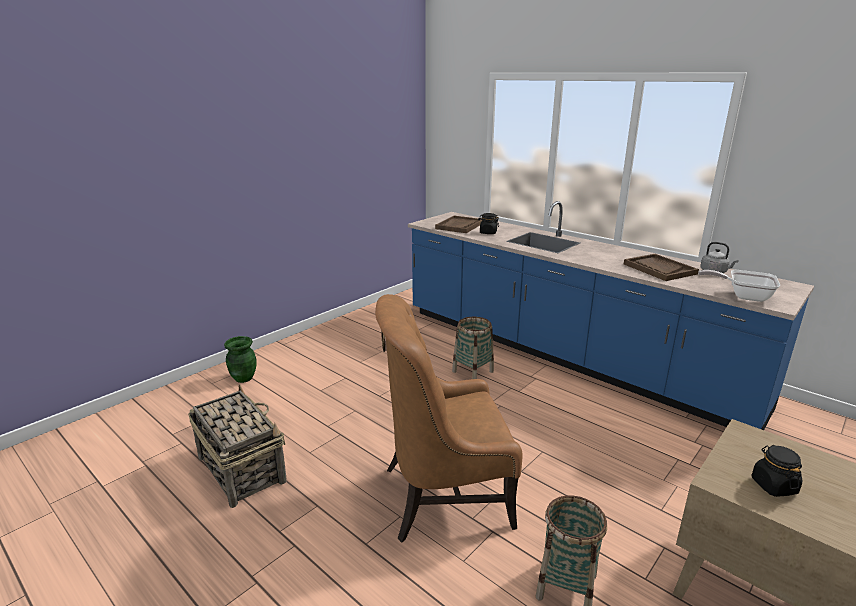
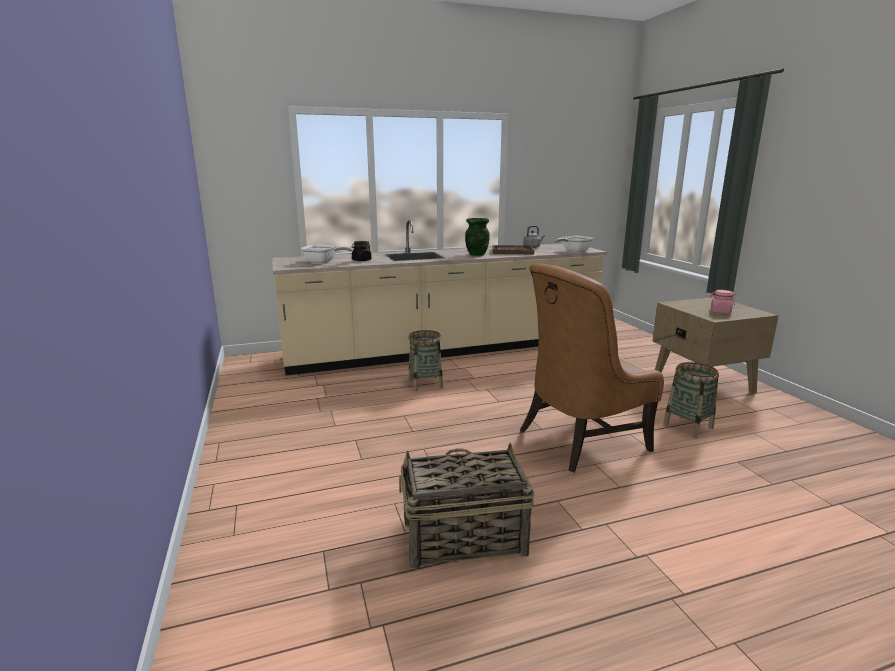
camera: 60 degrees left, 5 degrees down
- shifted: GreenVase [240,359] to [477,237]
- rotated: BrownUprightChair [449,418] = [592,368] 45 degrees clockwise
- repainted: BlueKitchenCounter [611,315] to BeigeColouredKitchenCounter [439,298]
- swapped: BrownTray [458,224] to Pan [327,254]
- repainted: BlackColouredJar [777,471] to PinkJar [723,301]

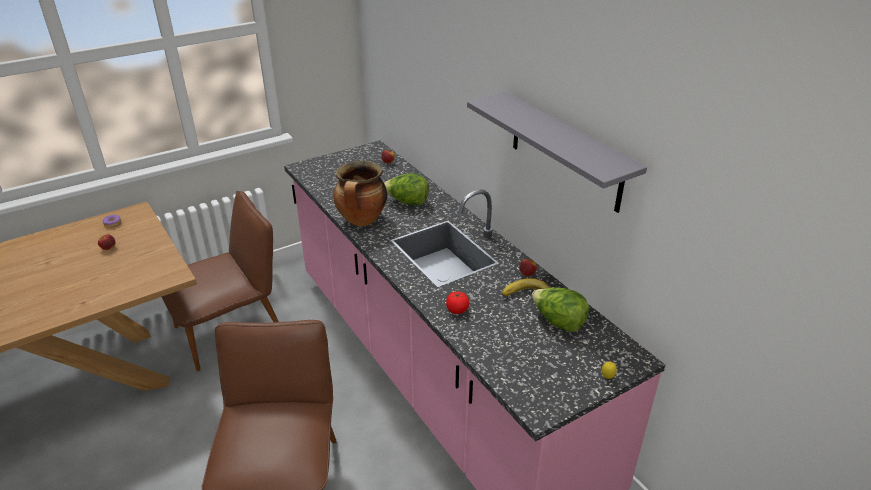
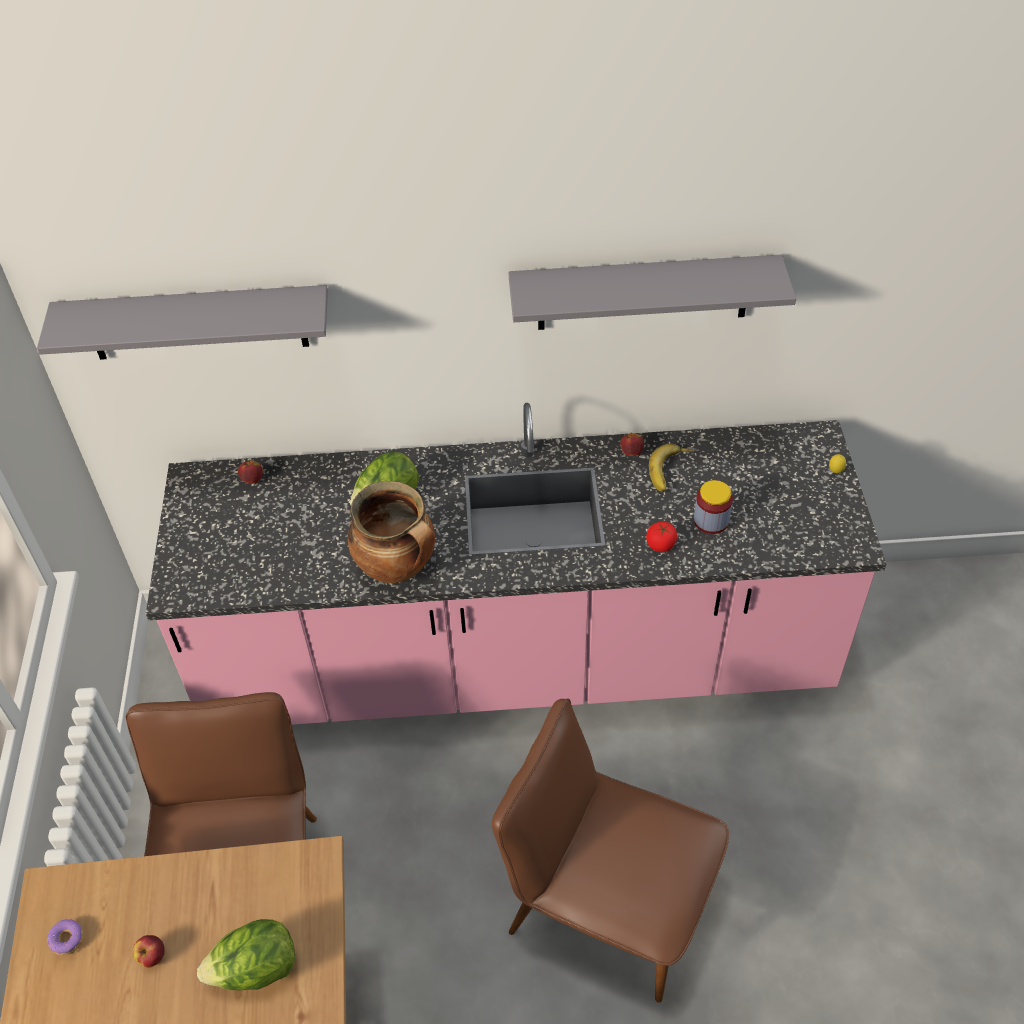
camera: 60 degrees left, 15 degrees up
- shifted: HeadOfLettuce [560,309] to [246,954]
- new: GreyishShelf [182,322]
- new: Jar [713,507]

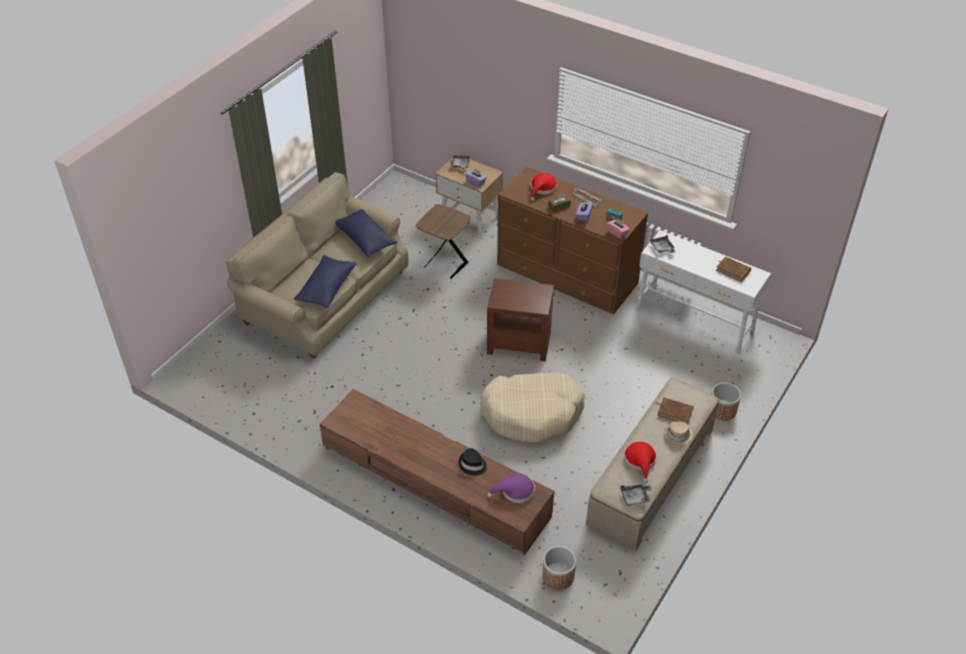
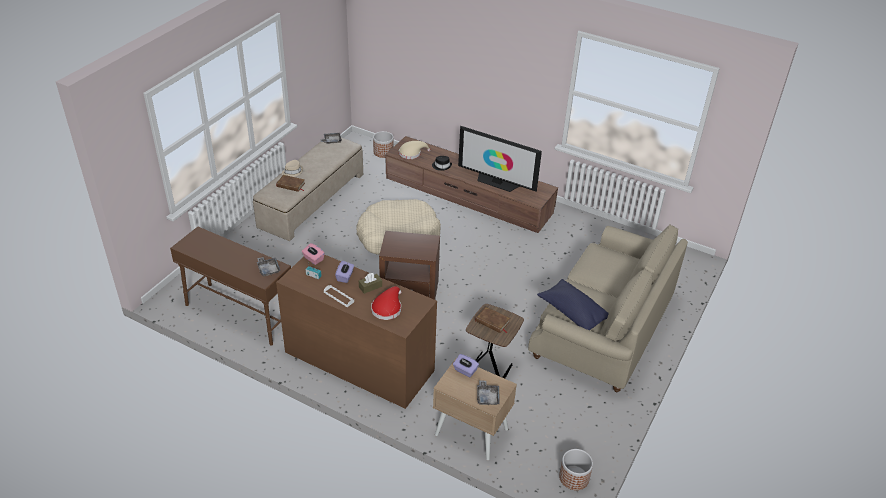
camera: 175 degrees right, 5 degrees down
- gone: BluePillow [325,282]
- repainted: PurpleHat [511,488] to BeigeColouredHat [414,150]
- gone: ReddishHat [640,462]
- repainted: WhitishHallTable [703,292] to BrownHallTable [230,286]
- shifted: PlantPot [726,402] to [576,469]
- shifted: BrownVolume [733,269] to [492,320]
- new: TvSet [500,159]

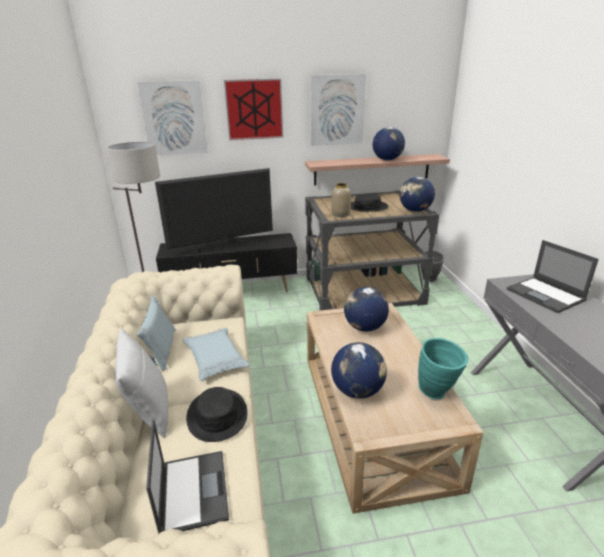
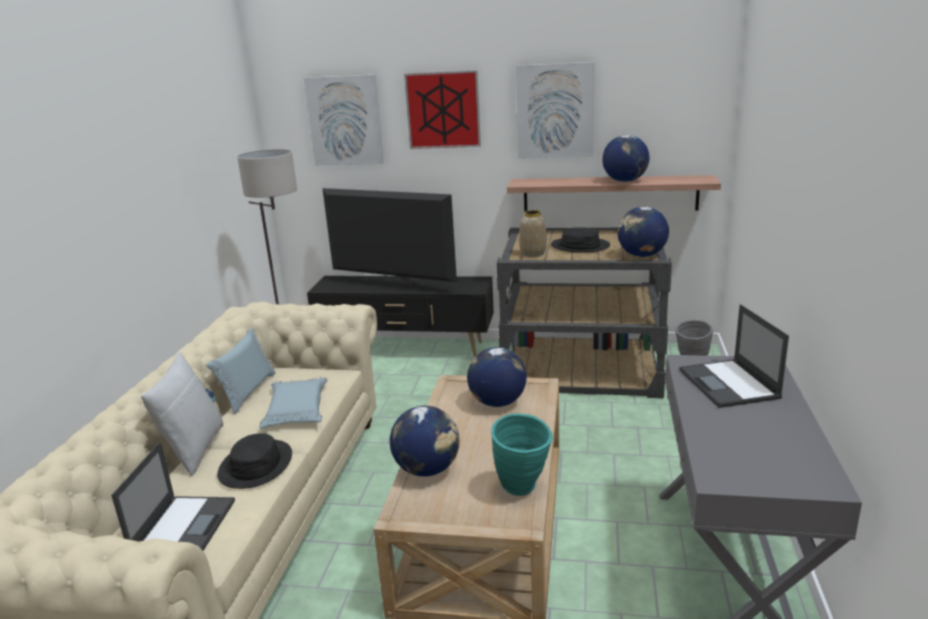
camera: 20 degrees right, 5 degrees down
- rotated: TvSet [214,210] = [389,239] 150 degrees counterclockwise

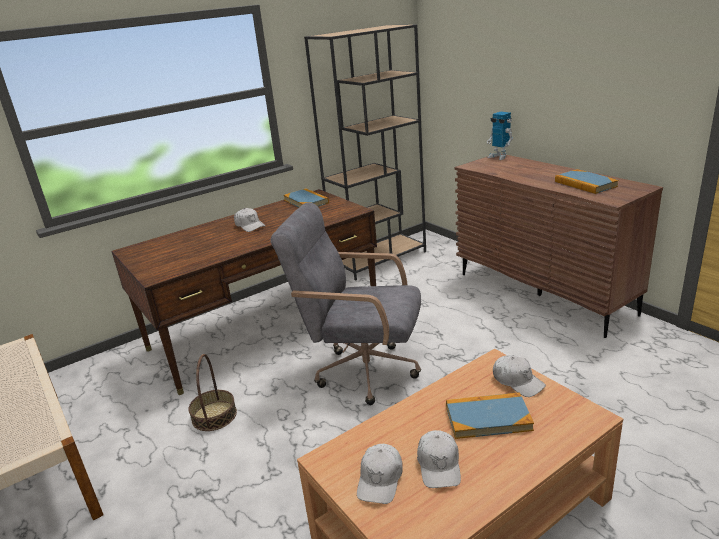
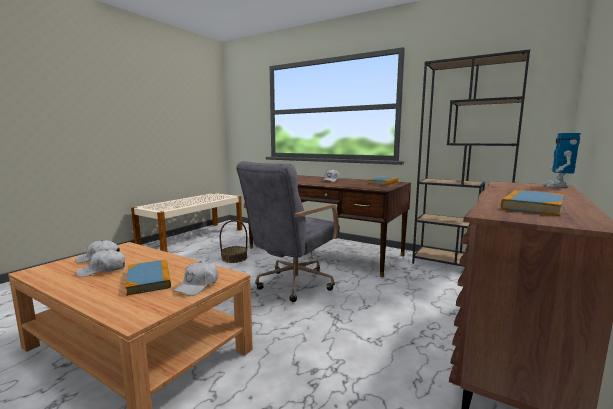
camera: 65 degrees right, 15 degrees down
- rotated: GreyishOfficeChair [345,303] = [288,231] 135 degrees counterclockwise

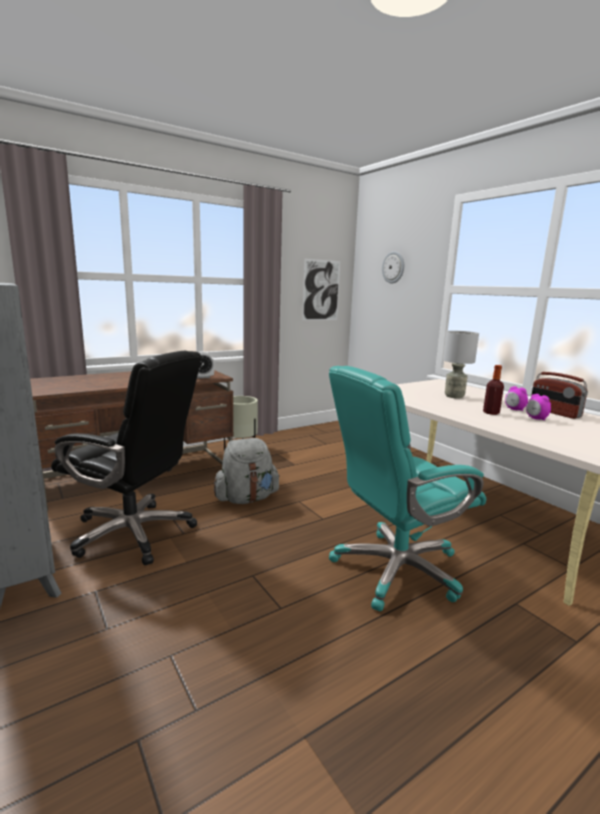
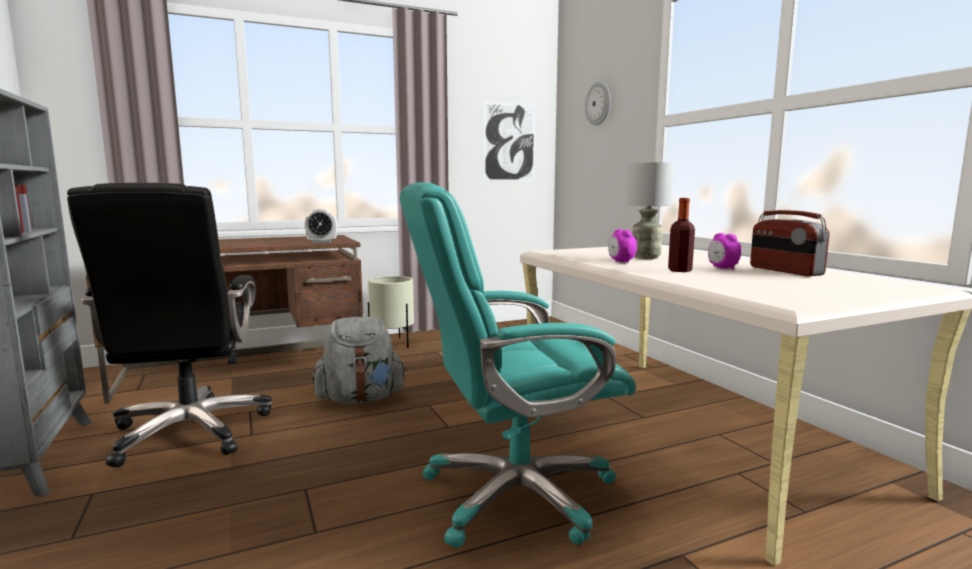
camera: 10 degrees right, 5 degrees down
- rotated: BlackColouredOfficeChair [126,458] = [169,325] 45 degrees clockwise
- shifted: TableClock [538,407] to [622,246]

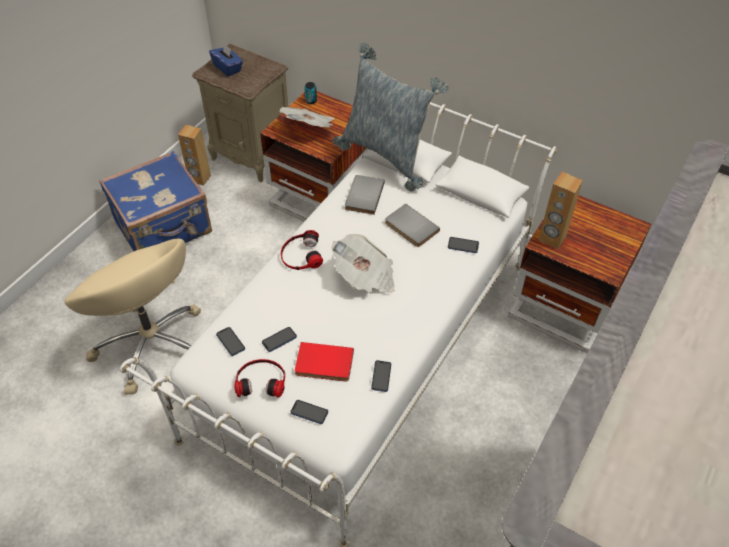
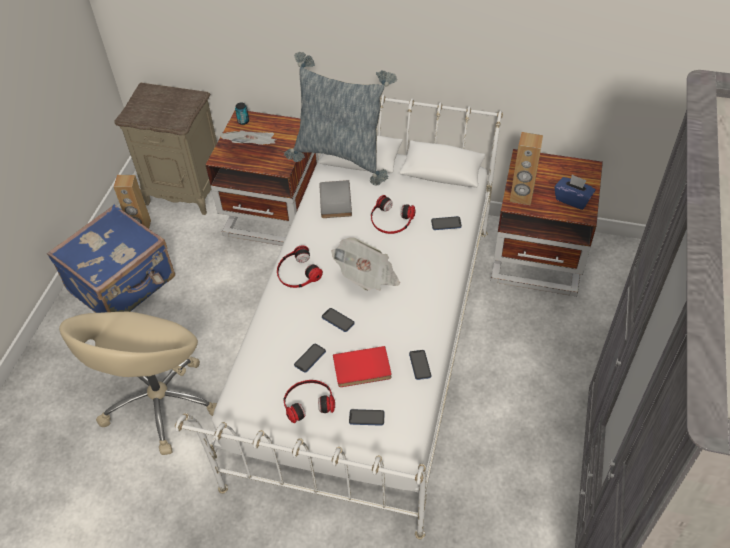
camera: 15 degrees left, 0 degrees up
- rotated: BeigeColouredOfficeChair [132,317] = [138,383] 75 degrees clockwise
- shifted: BlueTissueHolder [226,60] to [575,192]
- shifted: Phone [230,341] to [338,320]
- swapped: GreyishVolume [412,225] to Headphones [393,214]

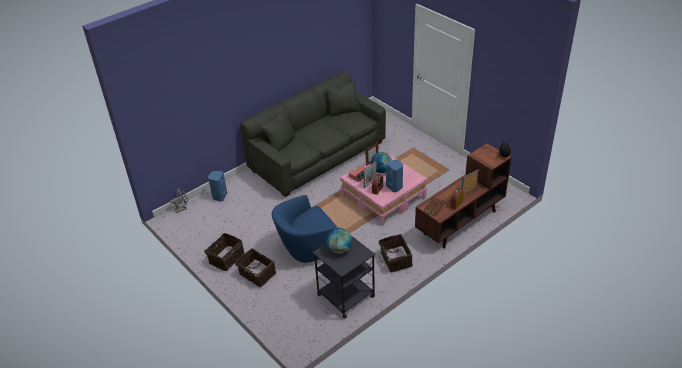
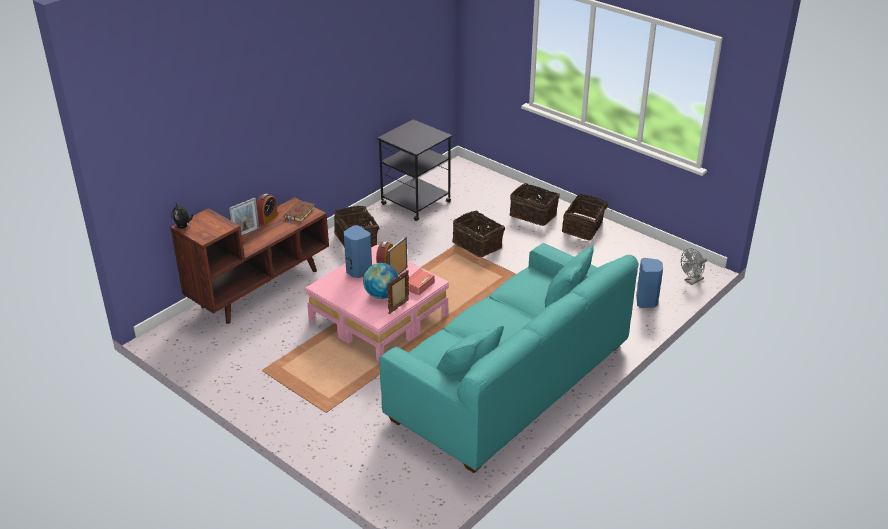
camera: 170 degrees right, 5 degrees down
- repainted: GreyishCouch [313,134] to BlueGreenCouch [509,358]
- swapped: BlueArmchair [305,229] to StorageBasket [478,234]
- gone: Globe [339,241]

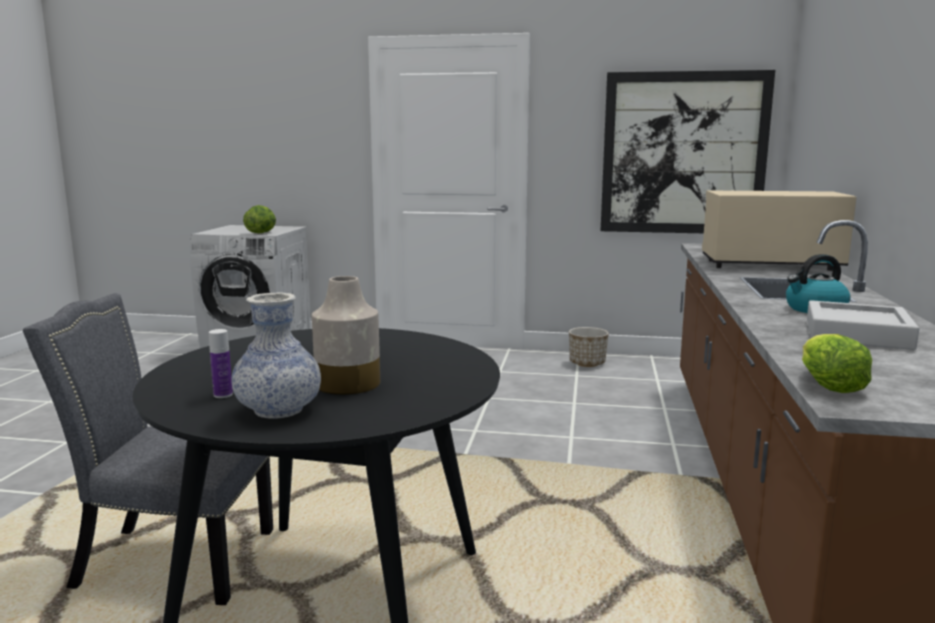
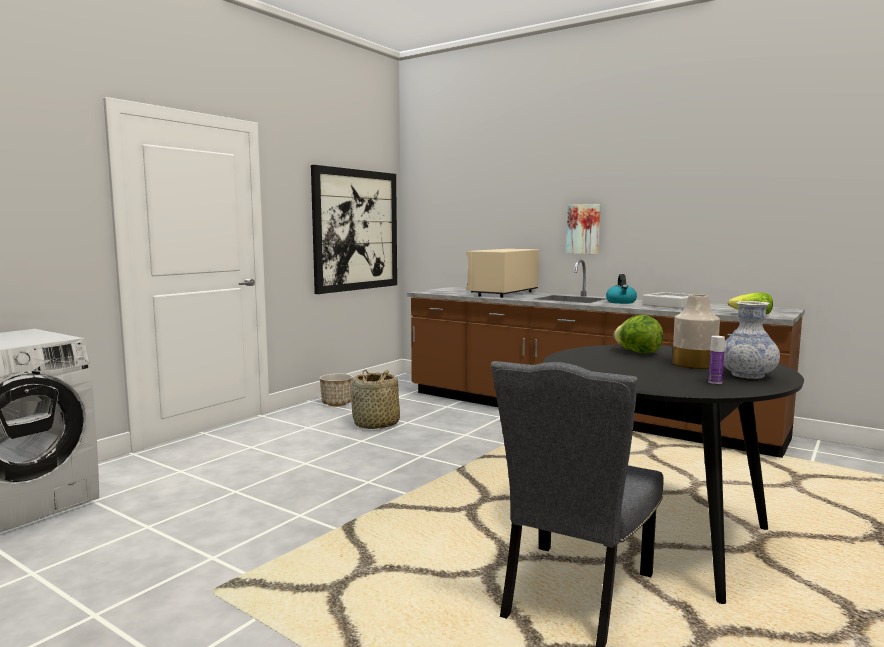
camera: 65 degrees left, 5 degrees down
- shifted: HeadOfLettuce [259,219] to [638,334]
- new: StorageBasket [375,399]
- new: Picture [583,229]

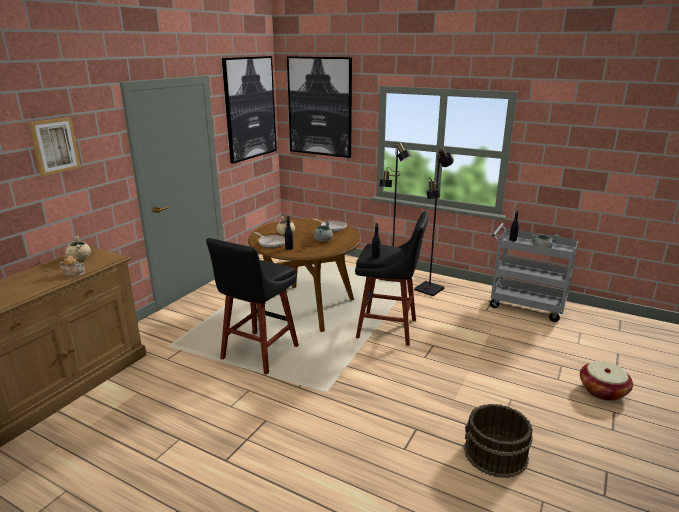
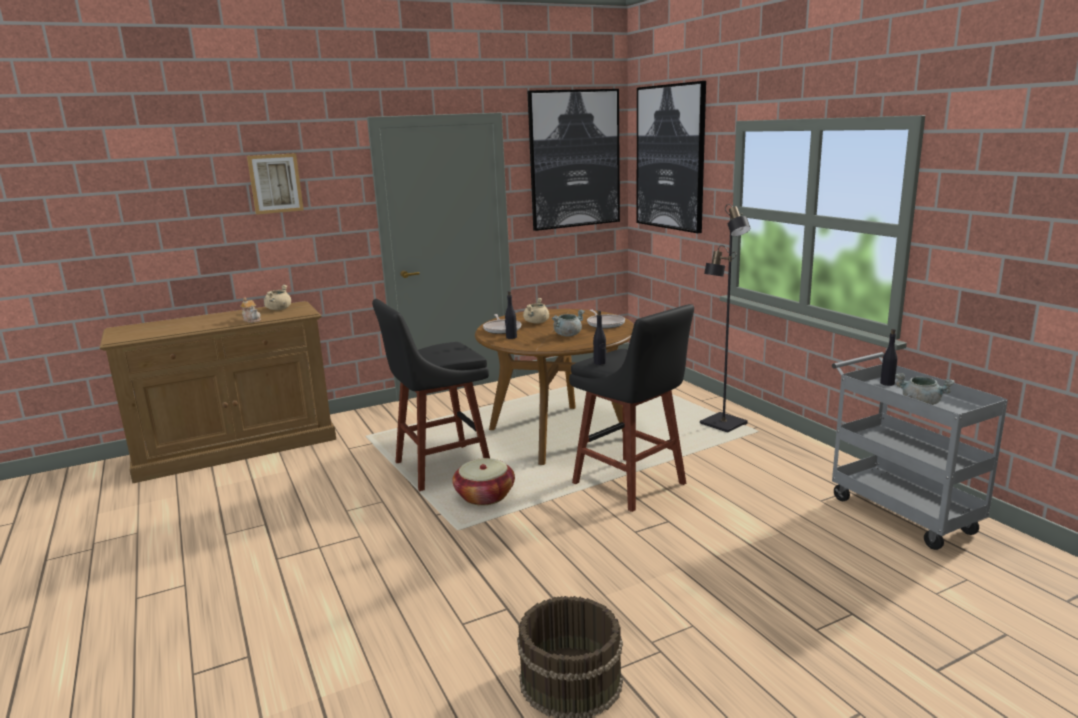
camera: 35 degrees right, 5 degrees down
- gone: BlackColouredFloorLamp [434,222]
- shifted: StorageBasket [606,381] to [483,482]

